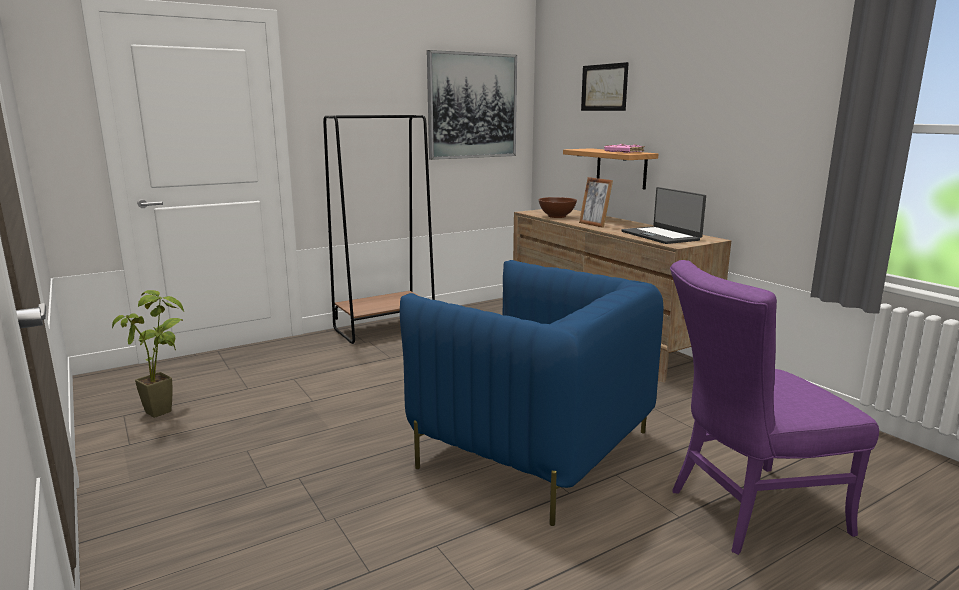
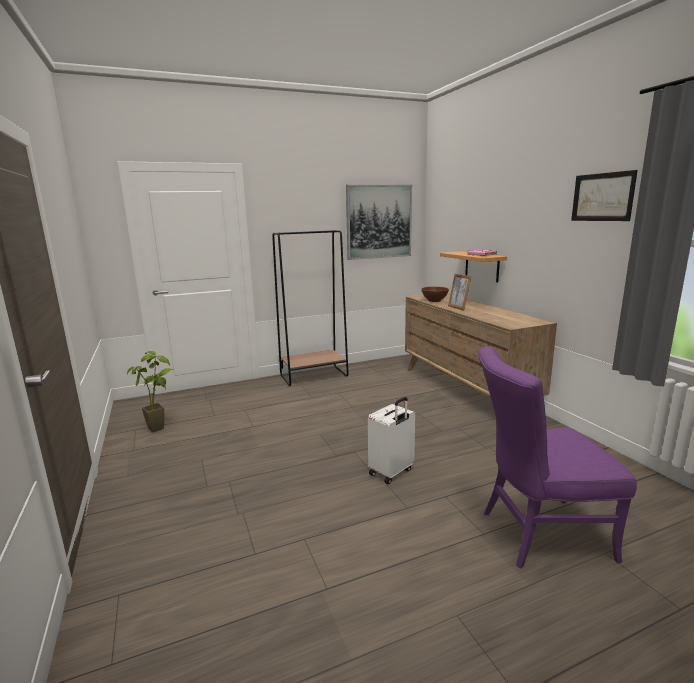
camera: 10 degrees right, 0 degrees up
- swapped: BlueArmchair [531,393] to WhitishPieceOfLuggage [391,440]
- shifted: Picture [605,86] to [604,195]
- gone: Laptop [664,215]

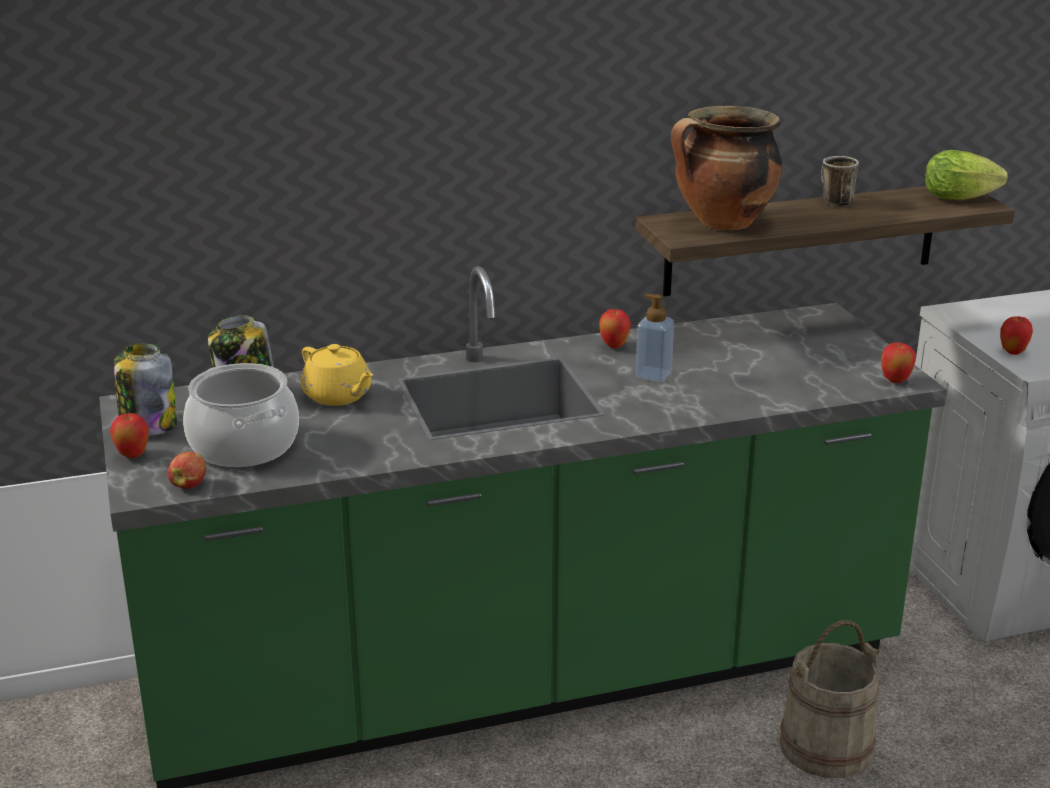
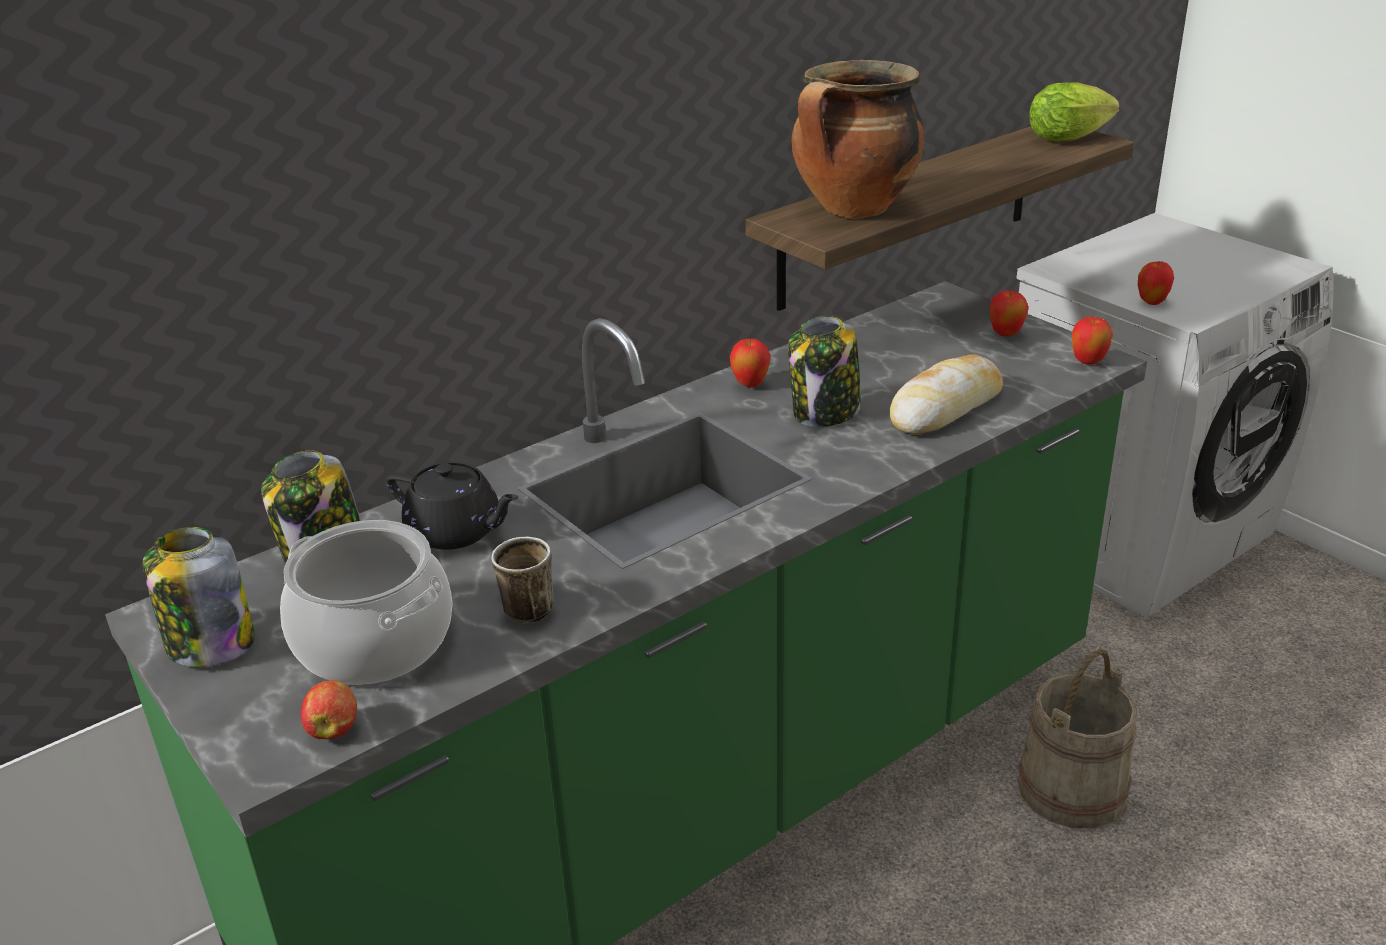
camera: 20 degrees left, 5 degrees up
- shifted: Apple [129,435] to [1009,313]
- repainted: YellowColouredPotForTea [337,375] to BlackColouredPotForTea [452,506]
- swapped: LiquidSoapBottle [655,338] to Jar [824,371]
- shifted: CoffeeMug [840,181] to [522,579]
- new: BakedBread [946,395]

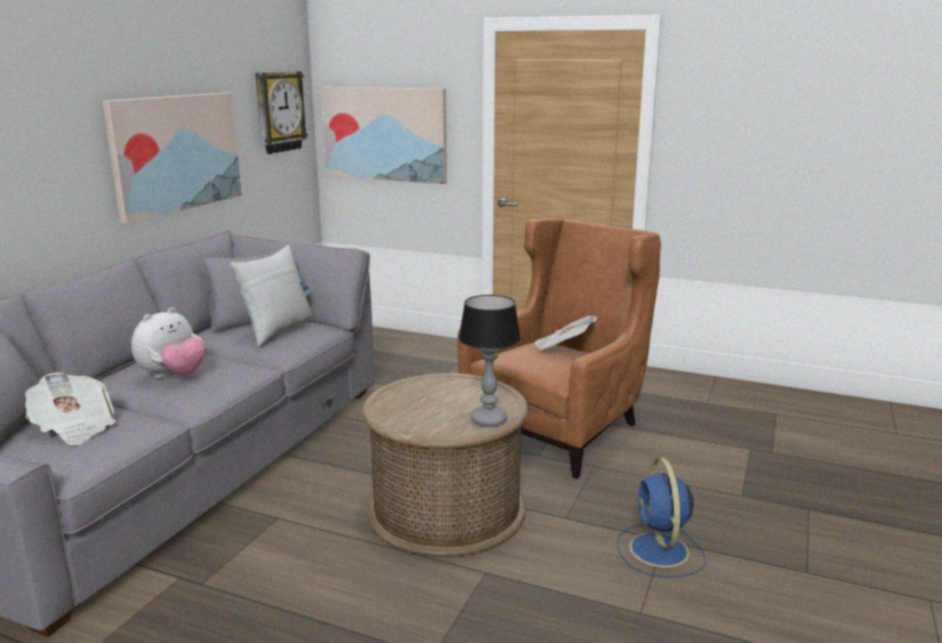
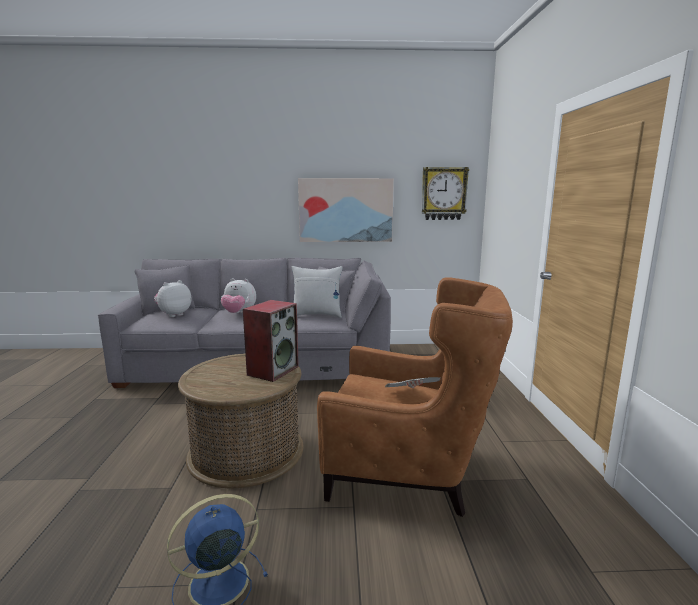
camera: 65 degrees right, 5 degrees down
- swapped: PrintedPaper [70,408] to SoftToy [173,298]
- gone: Picture [384,135]
- gone: LampForATable [490,361]
- new: Speaker [271,341]

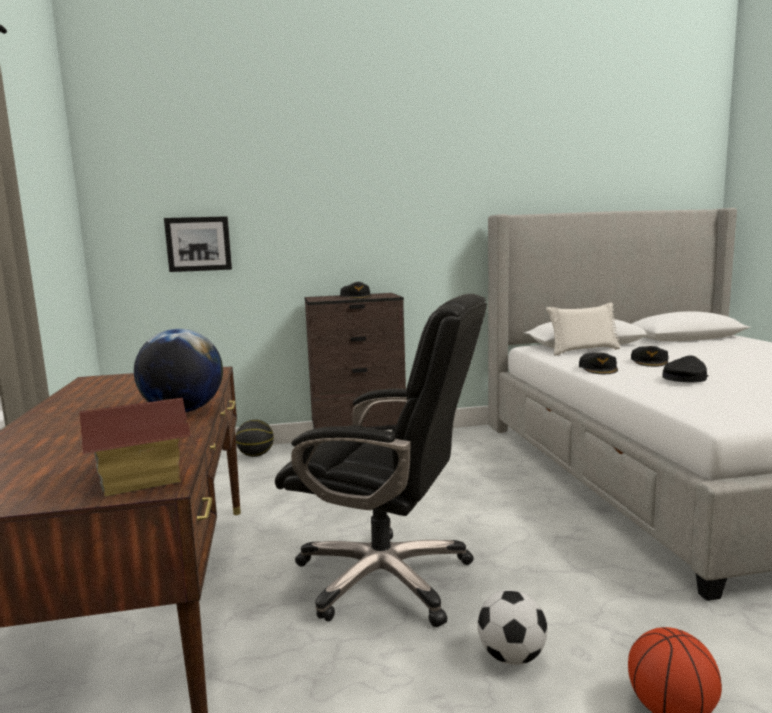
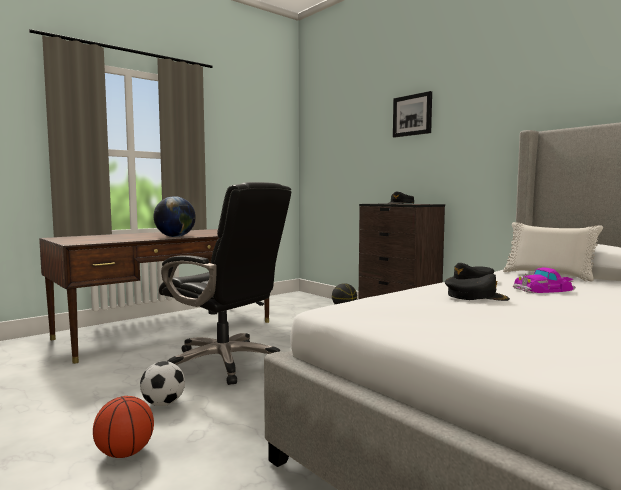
camera: 60 degrees right, 5 degrees down
- gone: ModelHouse [135,447]
- shifted: Picture [198,244] to [412,114]
- rotated: BlackColouredOfficeChair [381,460] = [225,283] 45 degrees counterclockwise
- swapped: BlackColouredCap [650,356] to ModelCar [544,280]

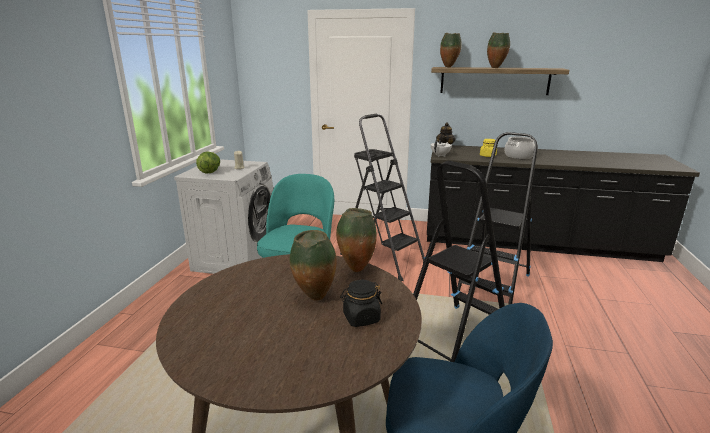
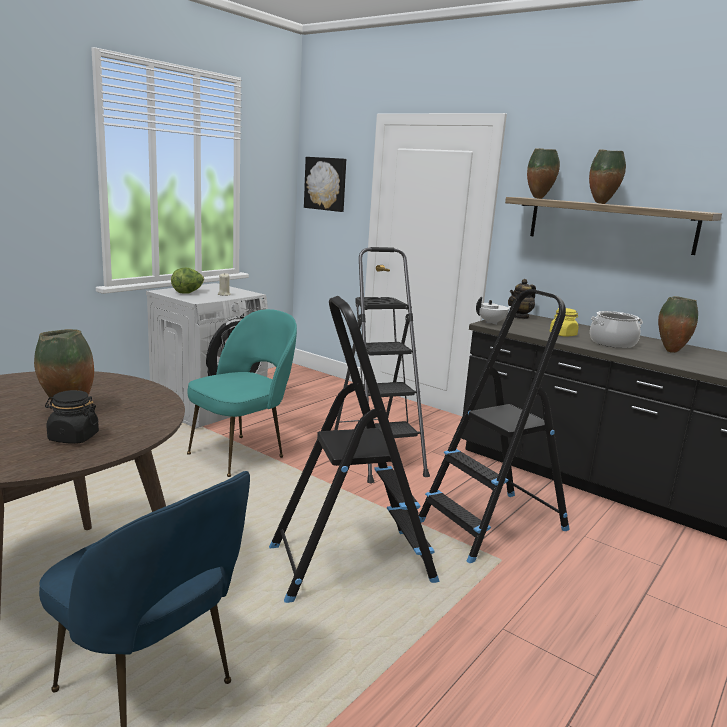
camera: 25 degrees right, 5 degrees down
- shifted: Vase [356,240] to [678,324]
- new: Picture [325,184]

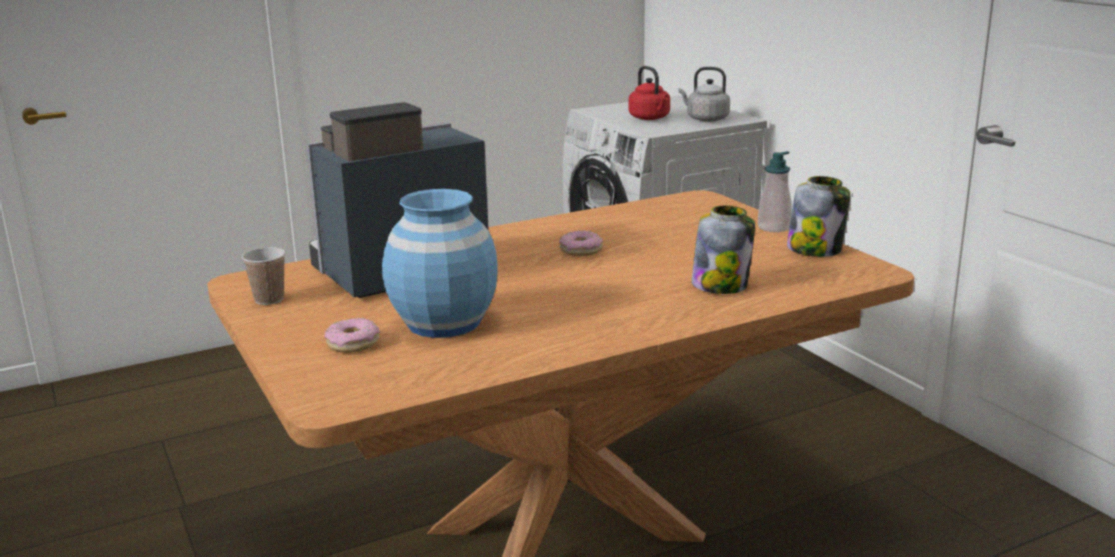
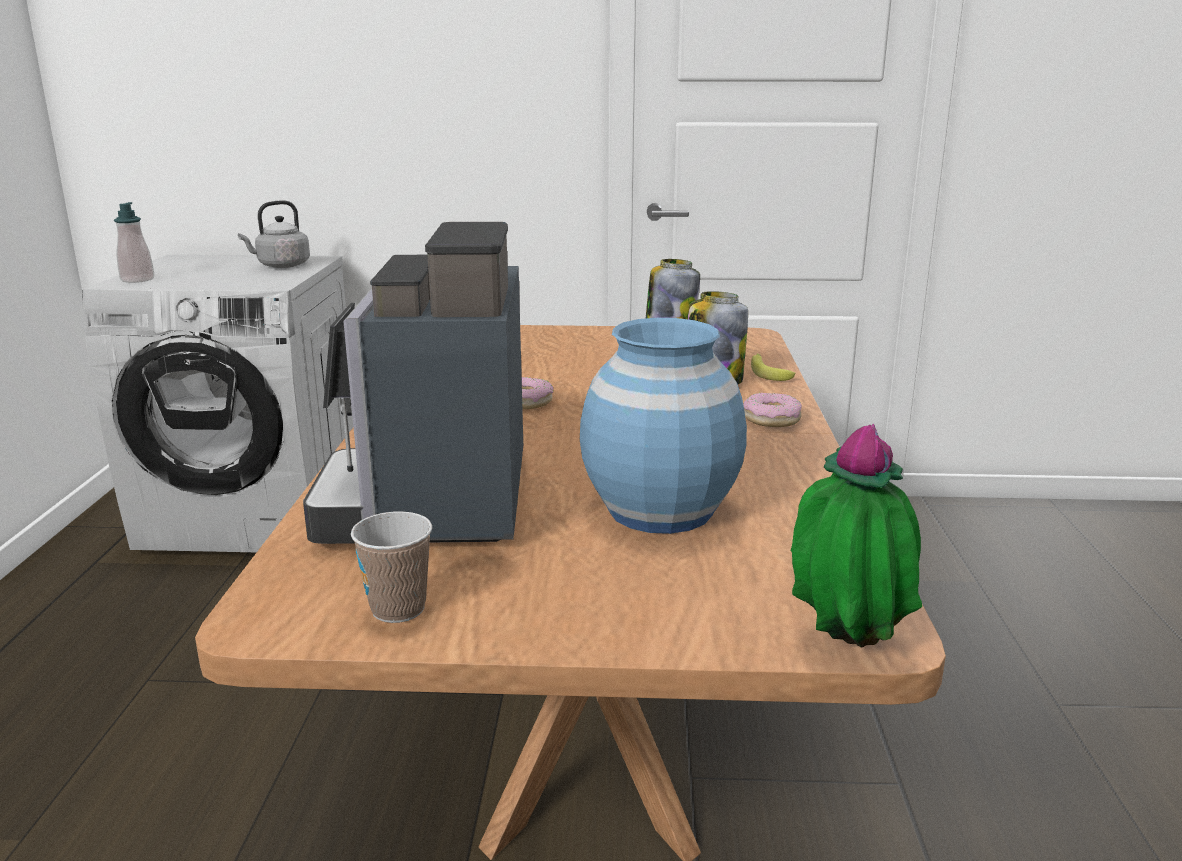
camera: 60 degrees left, 0 degrees up
- shifted: Doughnut [352,335] to [772,410]
- gone: ReddishWaterKettle [649,93]
- shifted: LiquidSoapBottle [775,191] to [134,242]
- new: BananaFruit [773,367]
- new: PottedPlant [856,535]

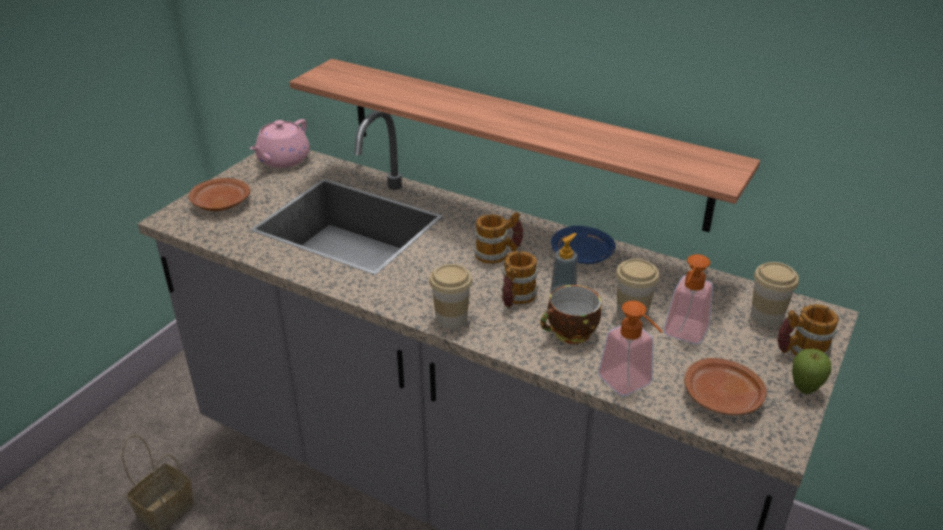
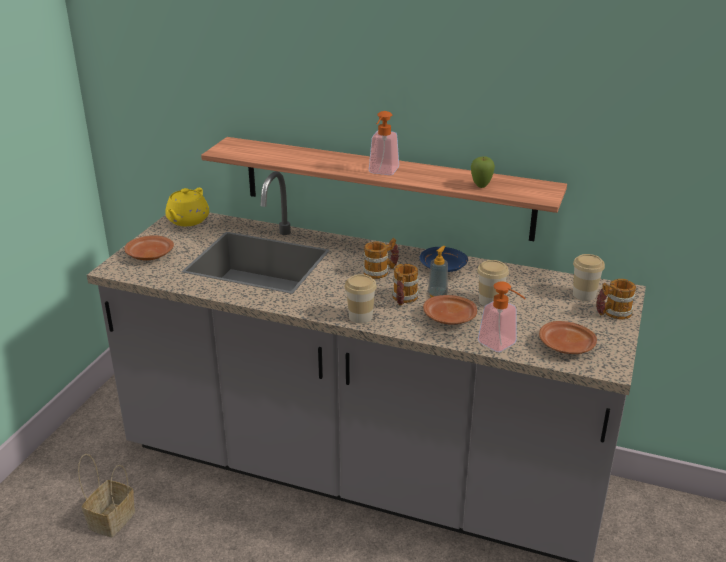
camera: 10 degrees left, 5 degrees down
- repainted: PinkPotForTea [280,143] to YellowColouredPotForTea [187,207]
- swapped: DrinkingCup [570,314] to BrownPlate [450,310]
- shifted: LiquidSoapBottle [688,299] to [384,143]
- shifted: Apple [811,371] to [483,172]

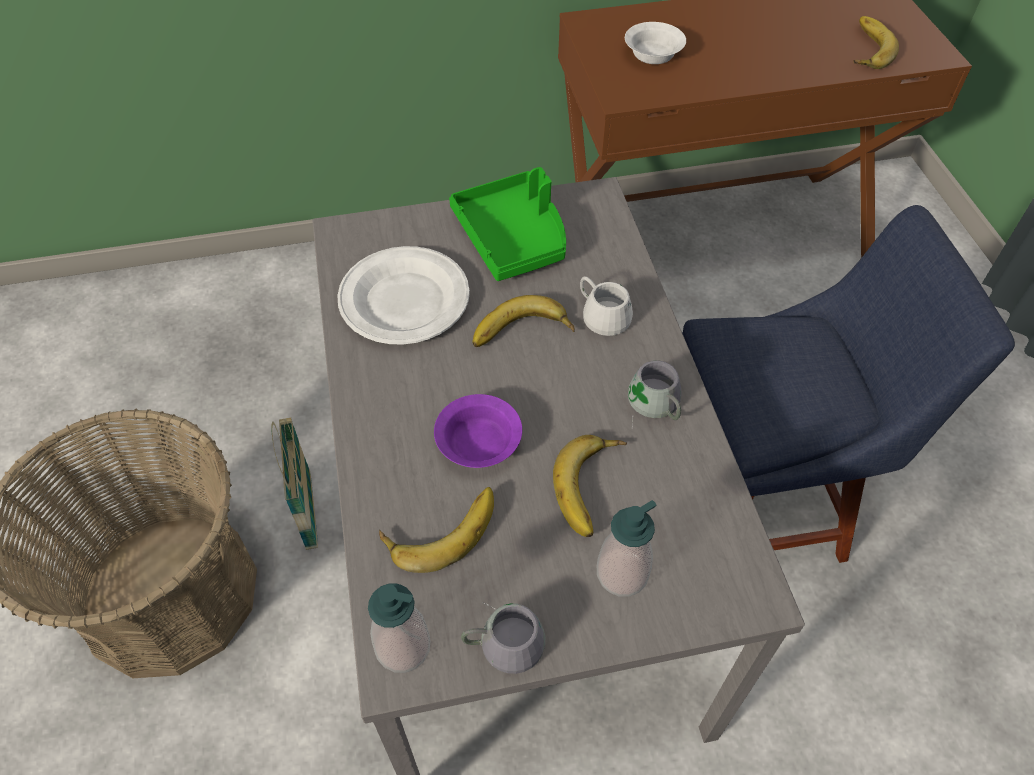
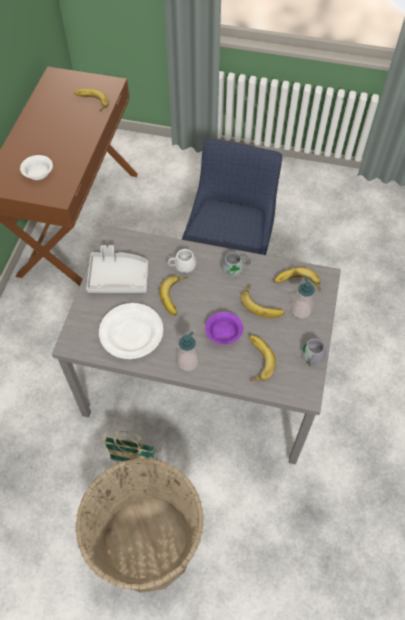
camera: 65 degrees left, 5 degrees up
- shifted: LiquidSoapBottle [399,628] to [188,351]
- repainted: GreenTray [507,224] to GreyishTray [117,269]
- new: BananaFruit [297,279]

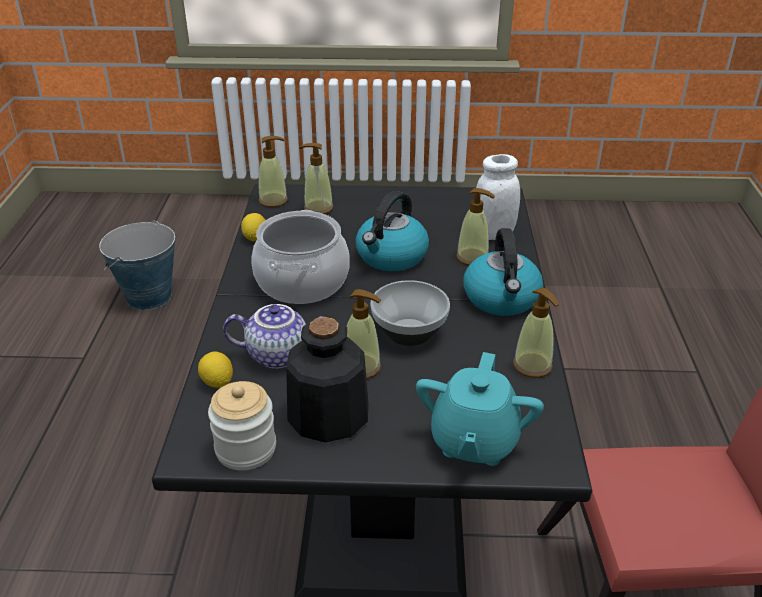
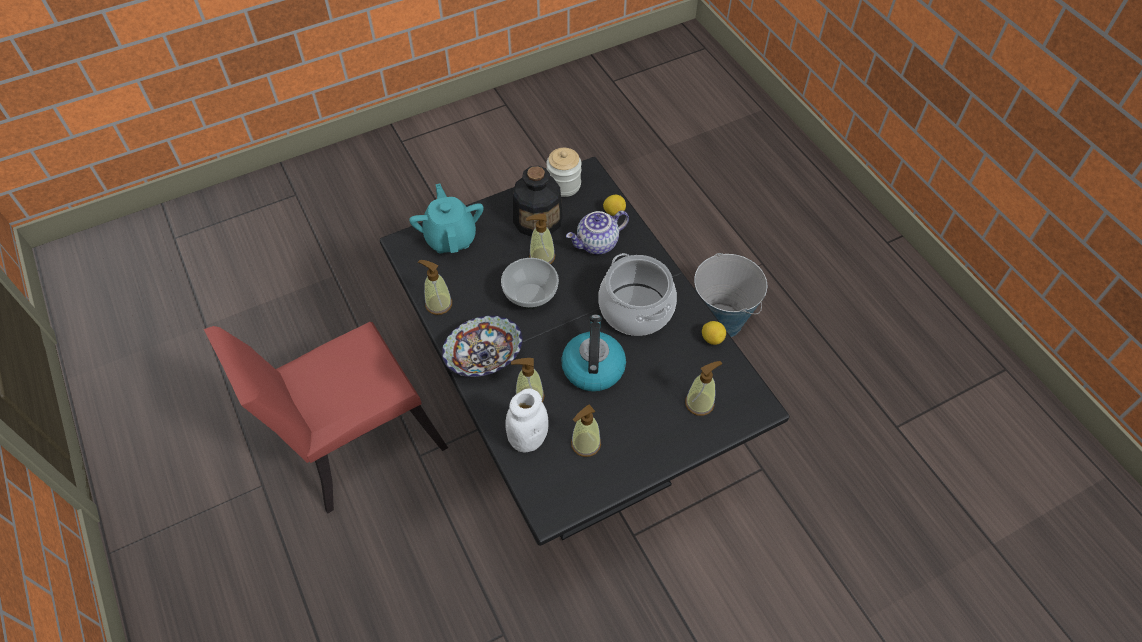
camera: 150 degrees right, 20 degrees up
- shifted: Pail [137,265] to [730,295]
- shifted: LiquidSoapBottle [273,171] to [586,431]
- swapped: WaterKettle [503,272] to DeepDish [482,346]

